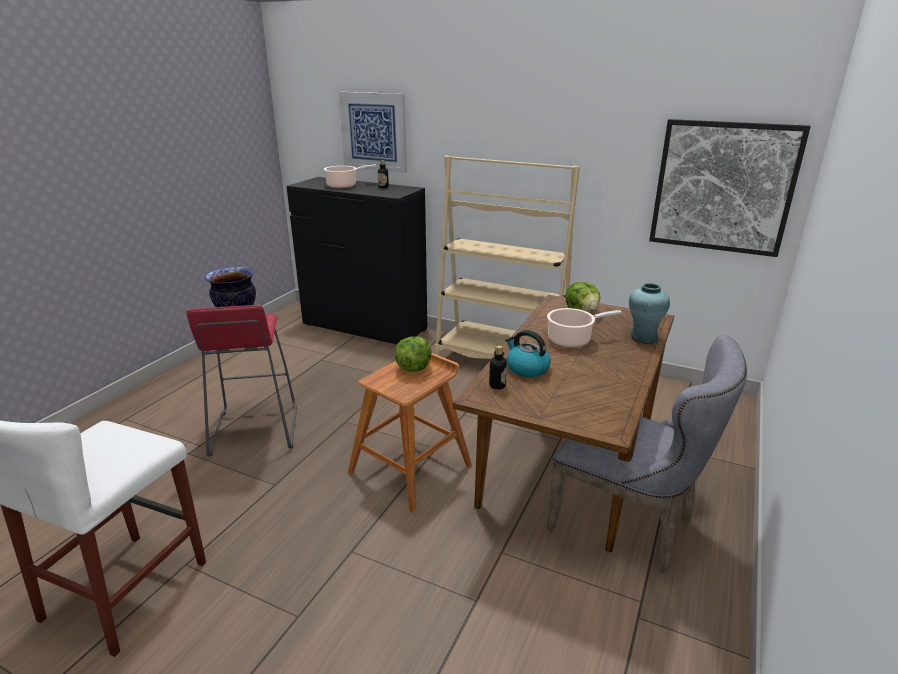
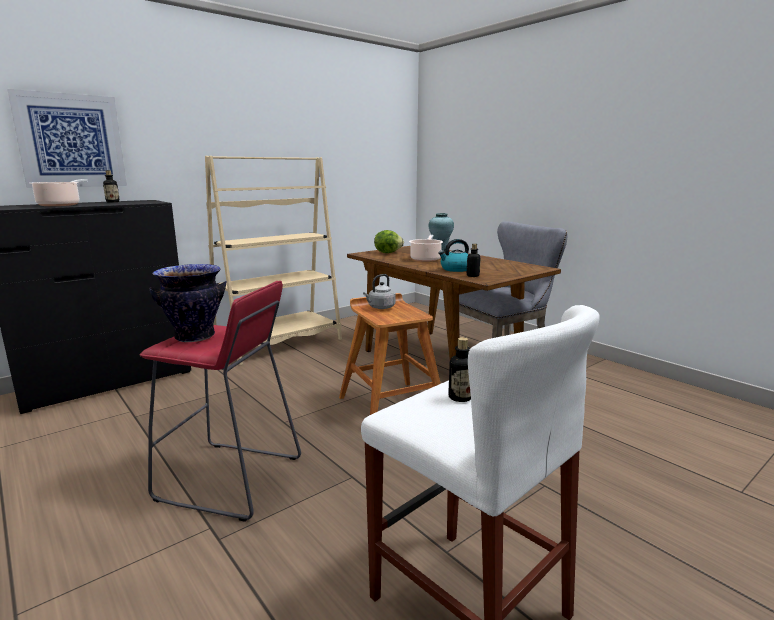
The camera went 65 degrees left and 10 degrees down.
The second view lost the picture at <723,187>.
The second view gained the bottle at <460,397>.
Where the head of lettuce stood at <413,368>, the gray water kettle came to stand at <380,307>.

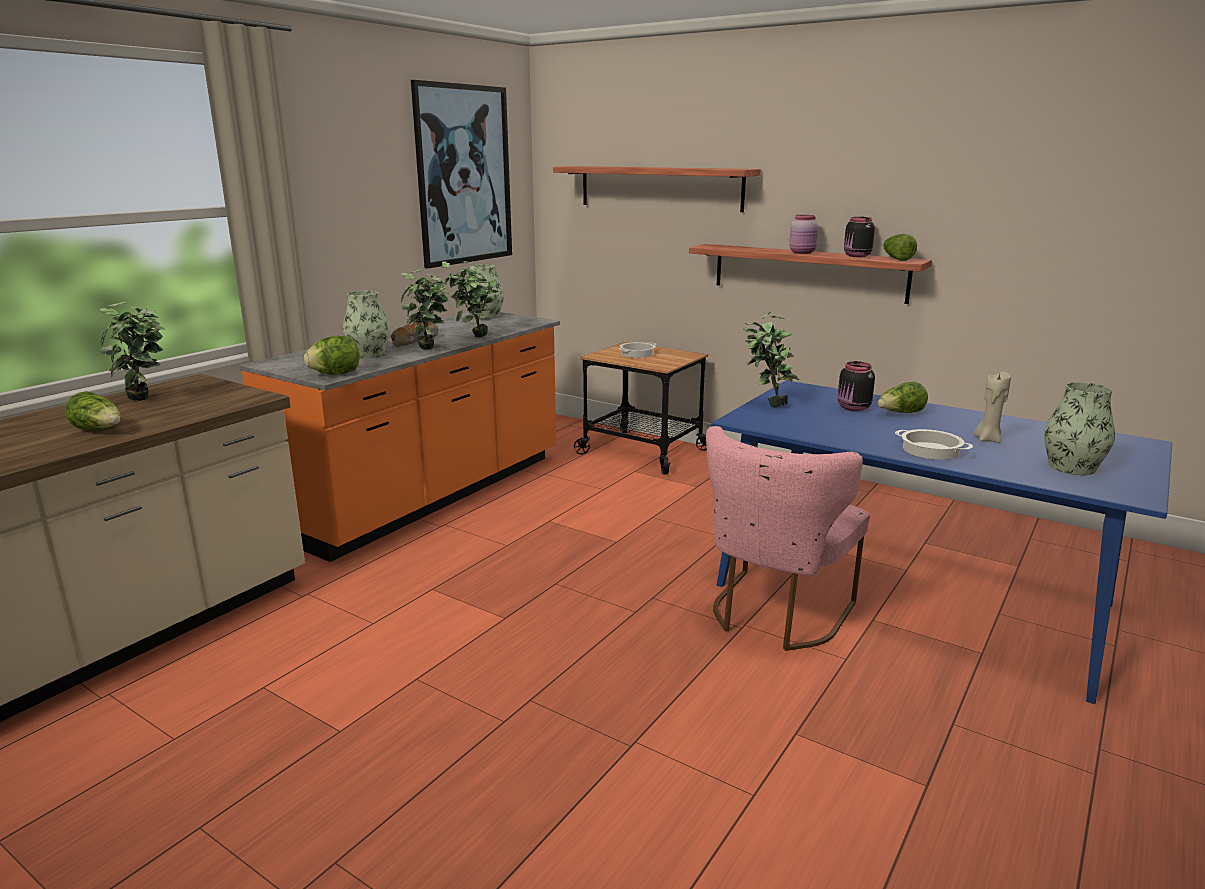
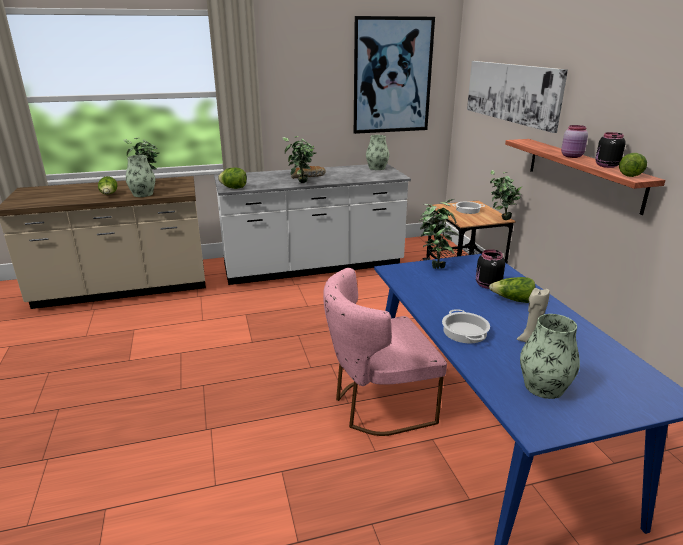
The camera went 40 degrees right and 5 degrees up.
The decorative vase ended up elsewhere, having gone from <368,354> to <143,194>.
The plant in a pot ended up elsewhere, having gone from <473,337> to <500,219>.
Where the shelf hung at <659,188>, the picture came to hang at <511,92>.
What was the orangey counter at <430,495> turned into the white counter at <313,266>.

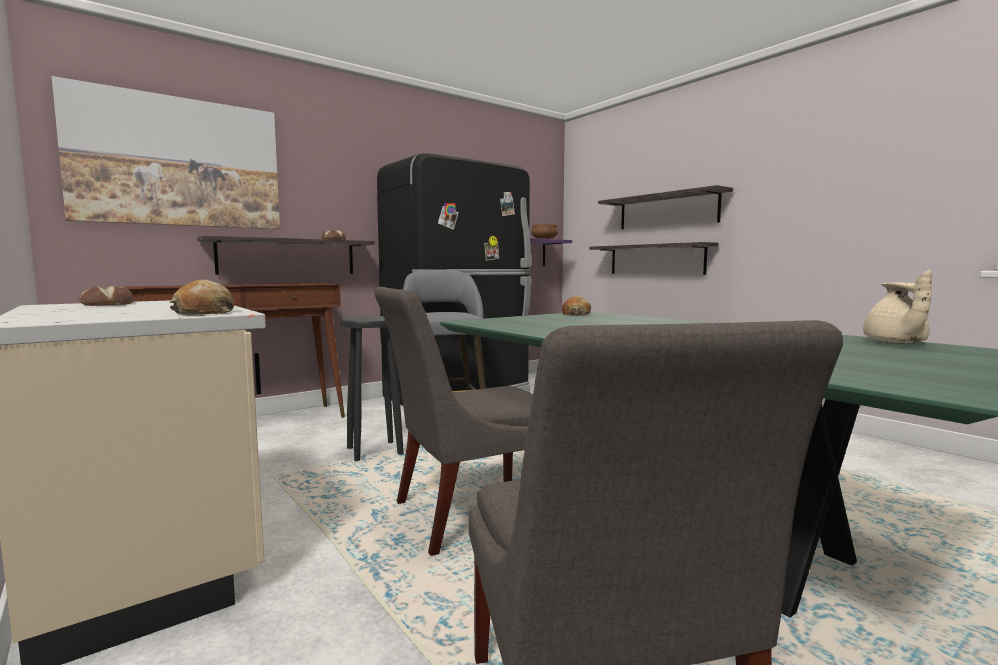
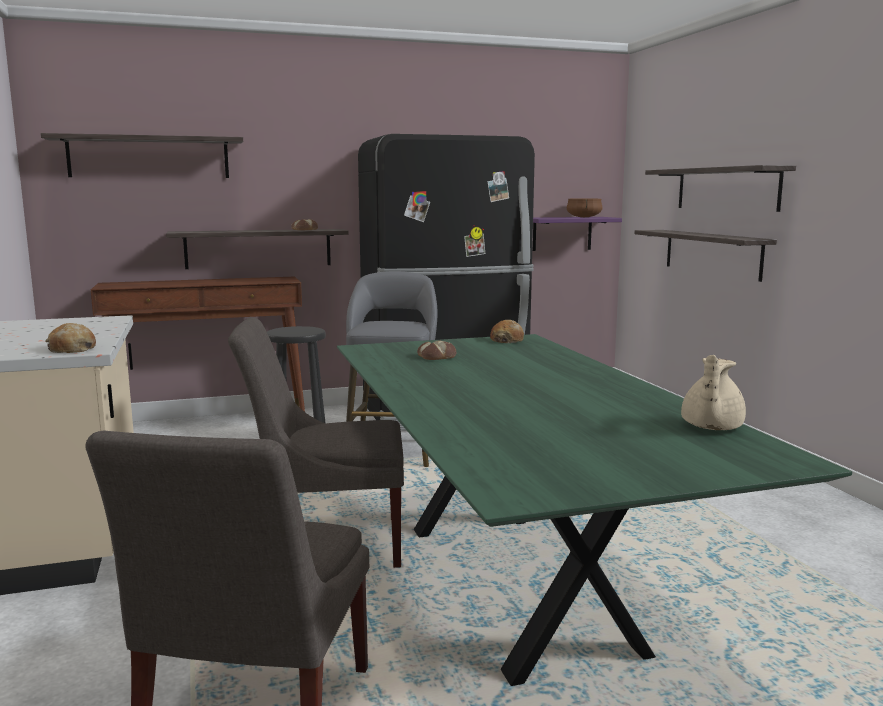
The camera went 20 degrees right and 5 degrees up.
The bread ended up elsewhere, having gone from <107,304> to <436,356>.
Where the picture hung at <178,162>, the shelf came to hang at <149,157>.

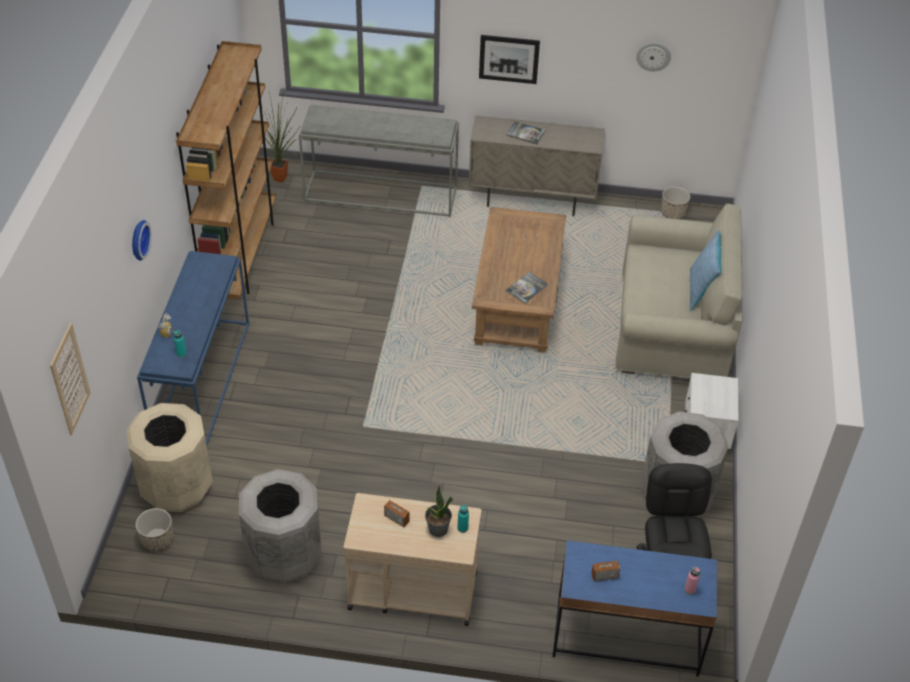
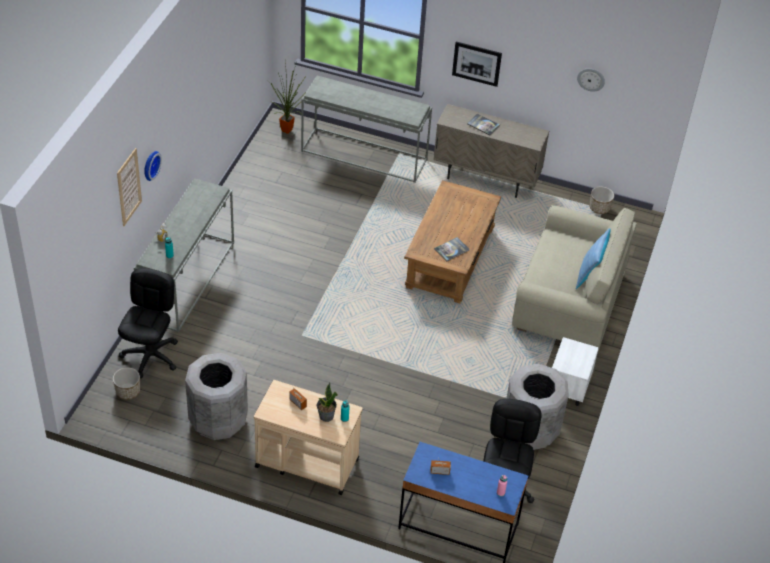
The camera went 10 degrees right and 0 degrees up.
The second view lost the brown bookshelf at <240,255>.
The picture ended up elsewhere, having gone from <70,379> to <129,187>.
Where the sand-coloured trash can stood at <177,487>, the black desk chair came to stand at <151,356>.
What was the blue narrow table at <201,380> turned into the gray narrow table at <187,279>.

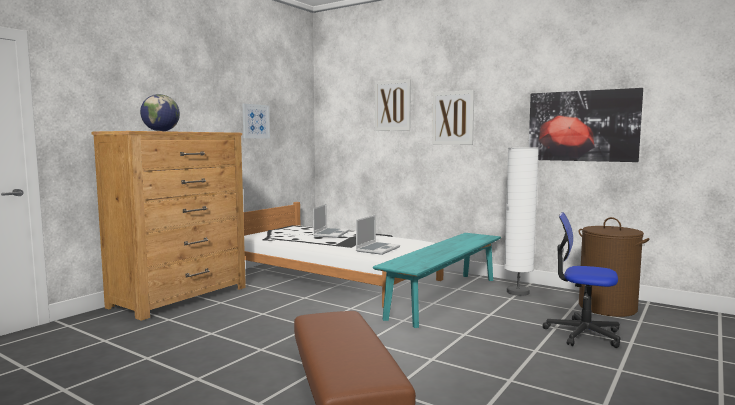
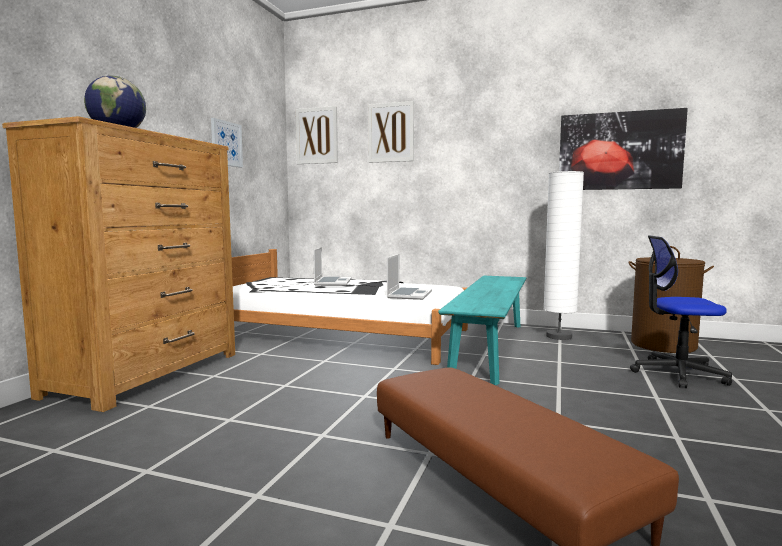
The camera went 15 degrees left and 0 degrees up.
The picture ended up elsewhere, having gone from <453,118> to <317,135>.

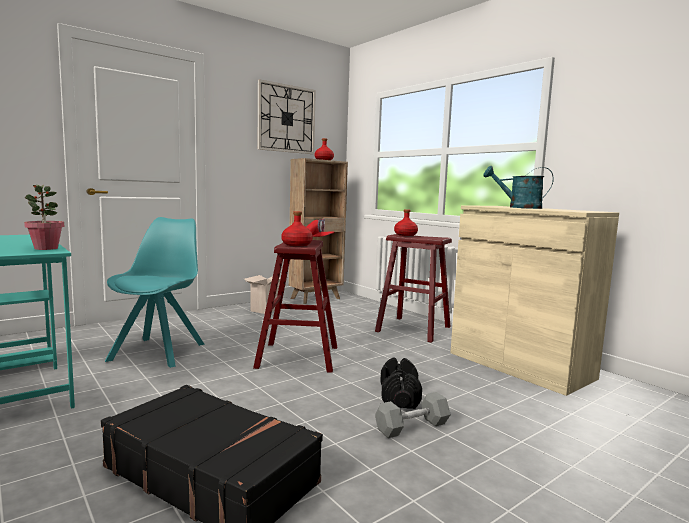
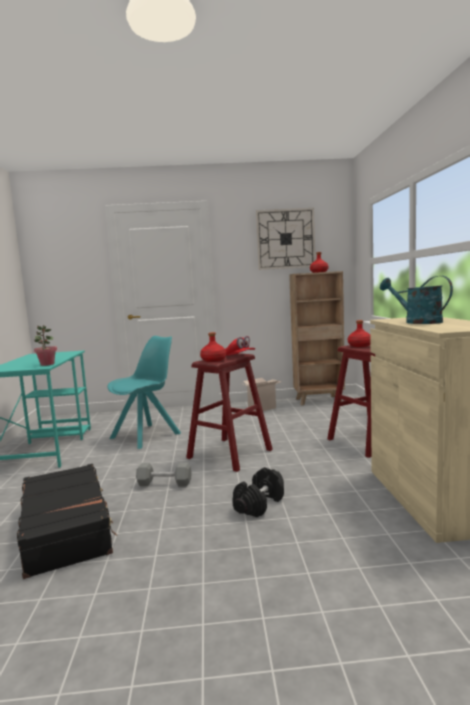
The camera went 35 degrees right and 0 degrees up.
The gray dumbbell ended up elsewhere, having gone from <412,427> to <164,483>.

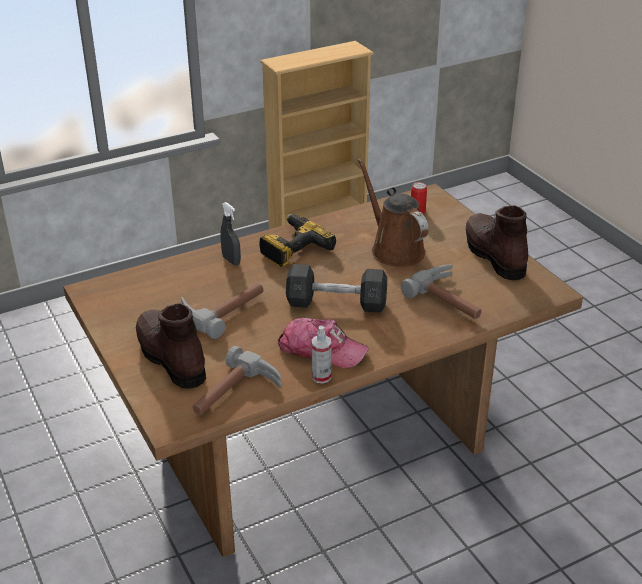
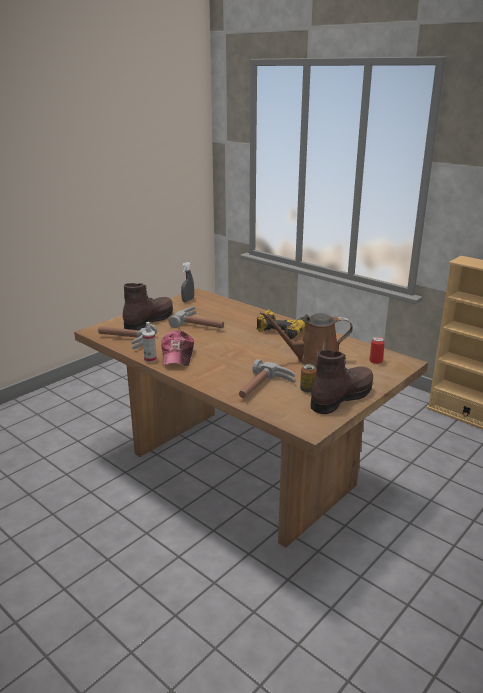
The camera went 70 degrees right and 10 degrees down.
The second view lost the gray dumbbell at <336,303>.
The second view gained the sealed can at <307,390>.
The gray spray bottle ended up elsewhere, having gone from <231,260> to <188,300>.
The brown watering can at <394,249> ended up facing another way, 135 degrees counterclockwise from before.

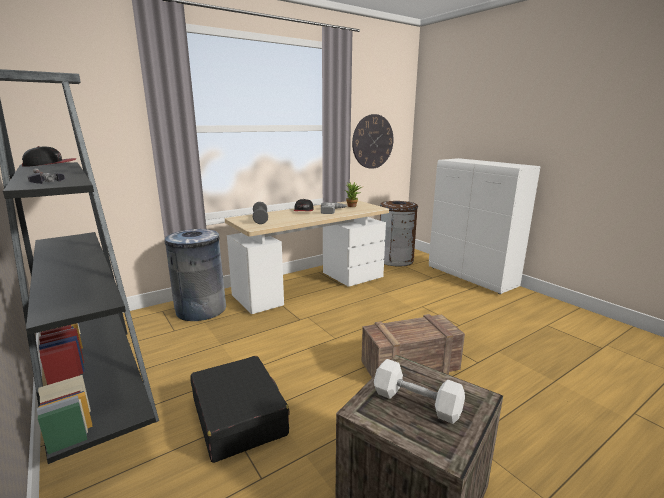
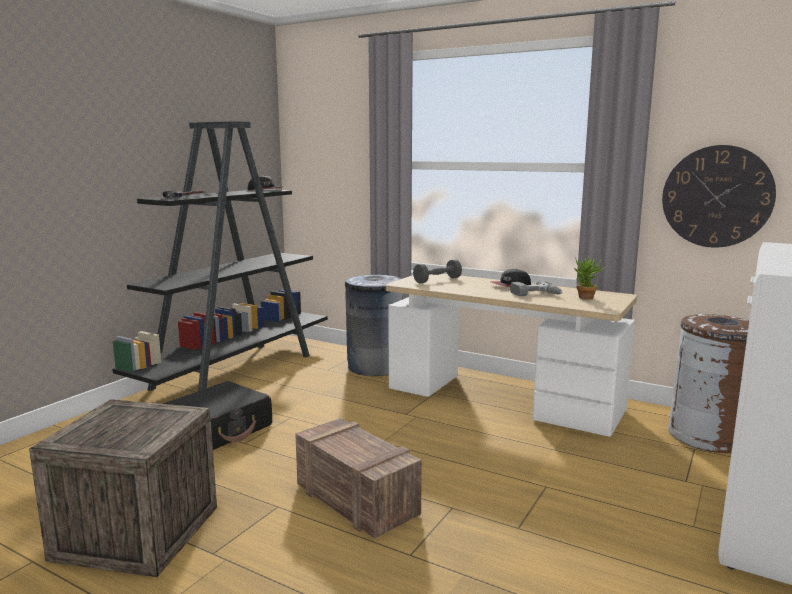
The camera went 65 degrees right and 5 degrees down.
The second view lost the white dumbbell at <416,402>.

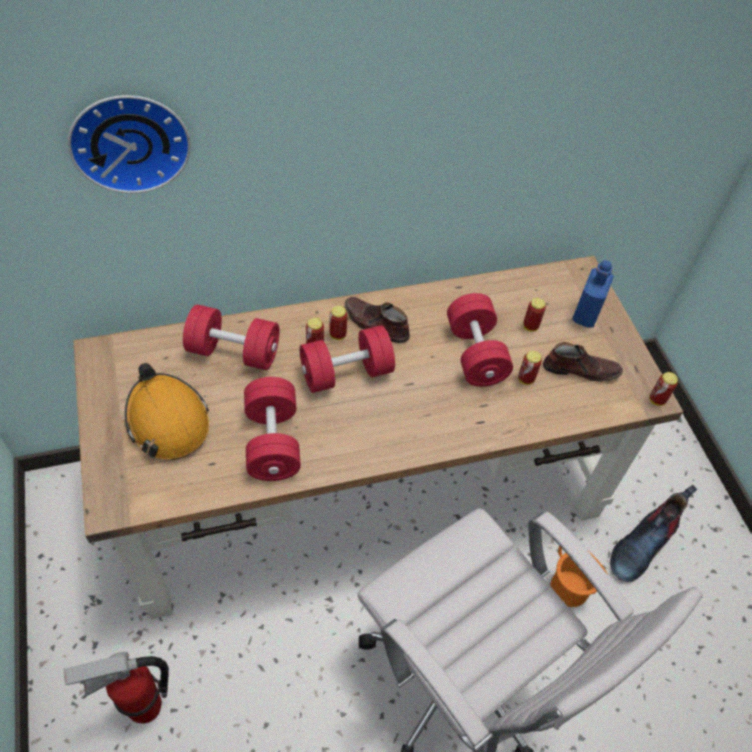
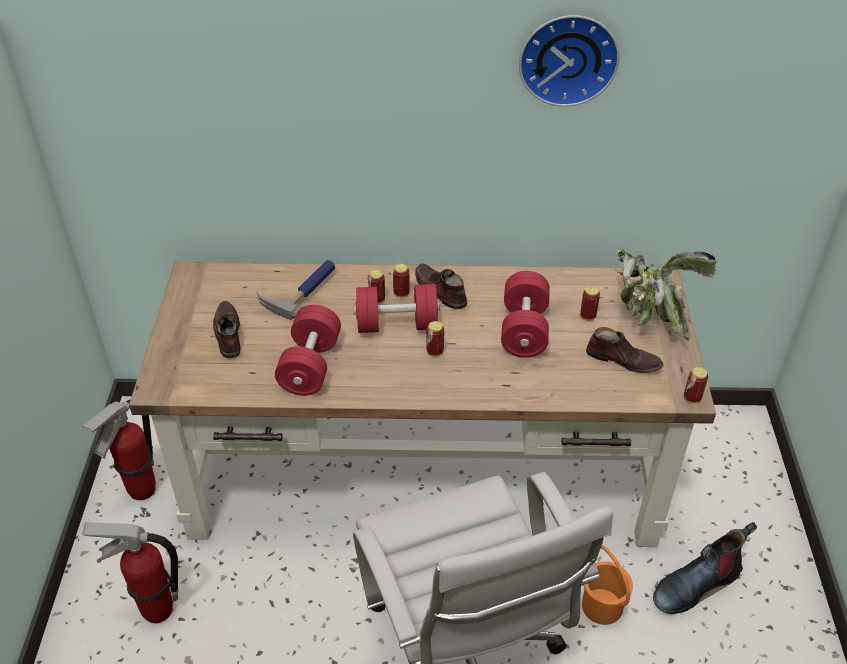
The camera went 20 degrees right and 10 degrees down.
The second view gained the extinguisher at <141,491>.
The wall clock ended up elsewhere, having gone from <129,140> to <568,58>.
The sealed can ended up elsewhere, having gone from <526,379> to <435,352>.
Where the orangey hard hat stood at <167,421>, the brown shoe came to stand at <227,334>.
Where the reddish dumbbell stood at <234,352>, the hammer came to stand at <304,292>.
Where the blue bottle stood at <585,314>, the plant in a pot came to stand at <648,316>.

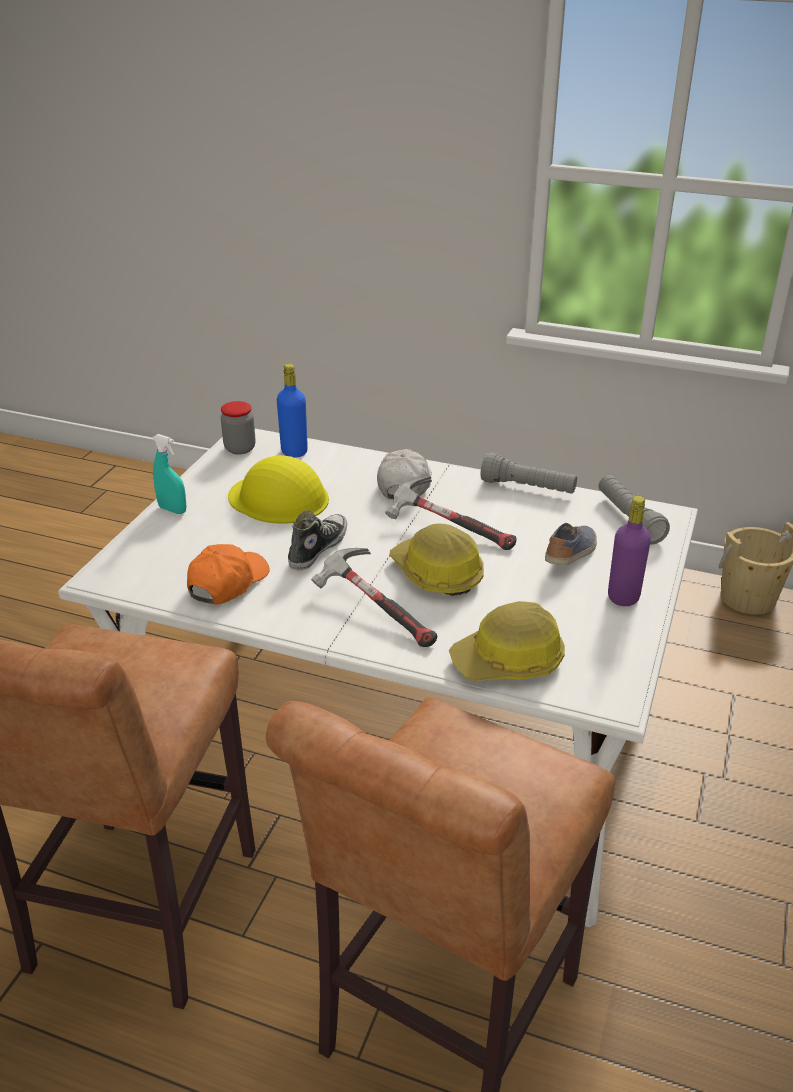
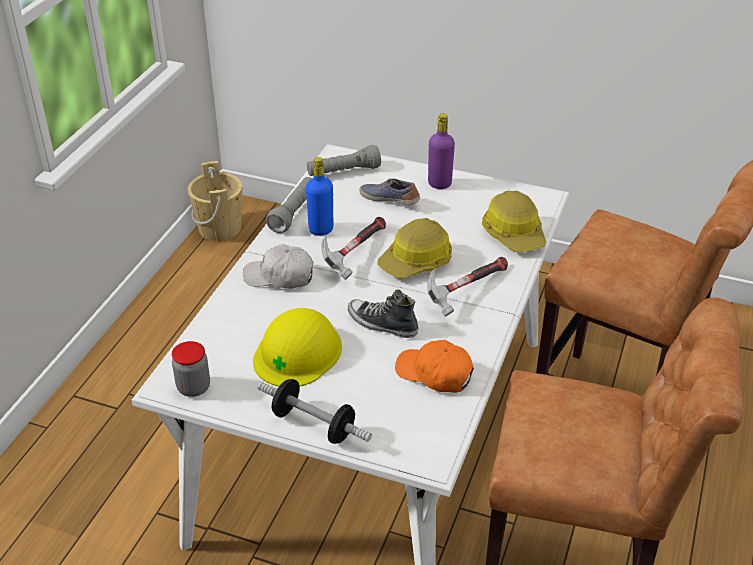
The camera went 90 degrees left and 5 degrees up.
The blue bottle ended up elsewhere, having gone from <294,452> to <321,229>.
Where the turquoise spray bottle stood at <172,510>, the dumbbell came to stand at <314,425>.

